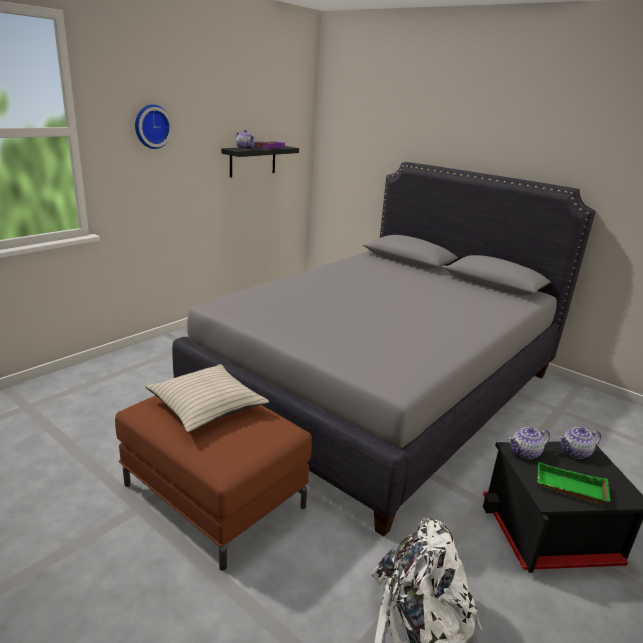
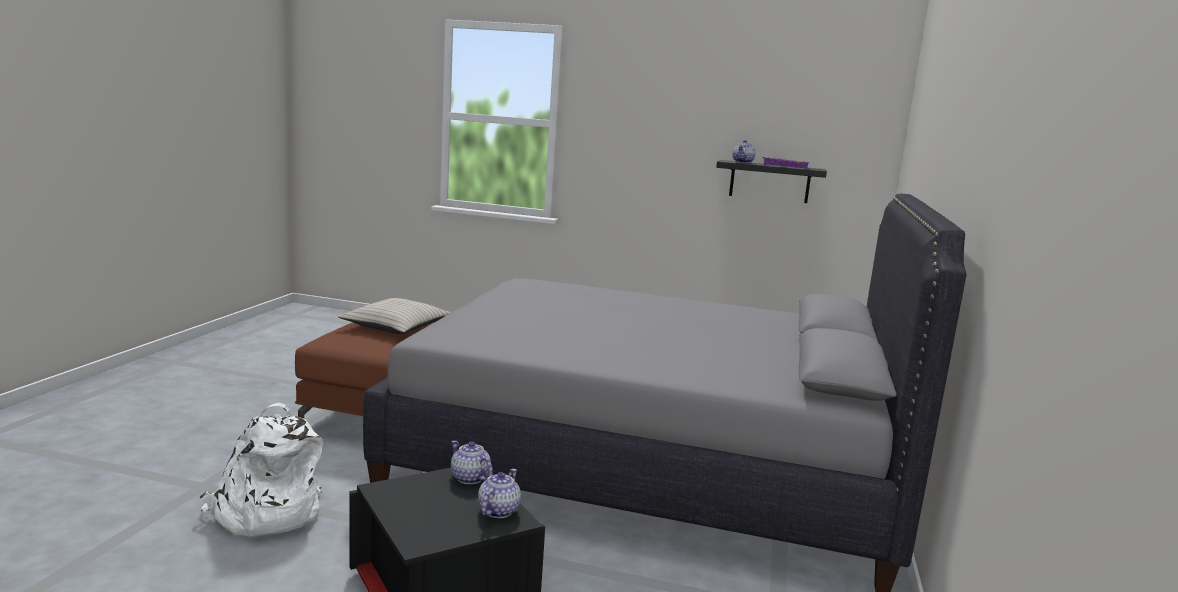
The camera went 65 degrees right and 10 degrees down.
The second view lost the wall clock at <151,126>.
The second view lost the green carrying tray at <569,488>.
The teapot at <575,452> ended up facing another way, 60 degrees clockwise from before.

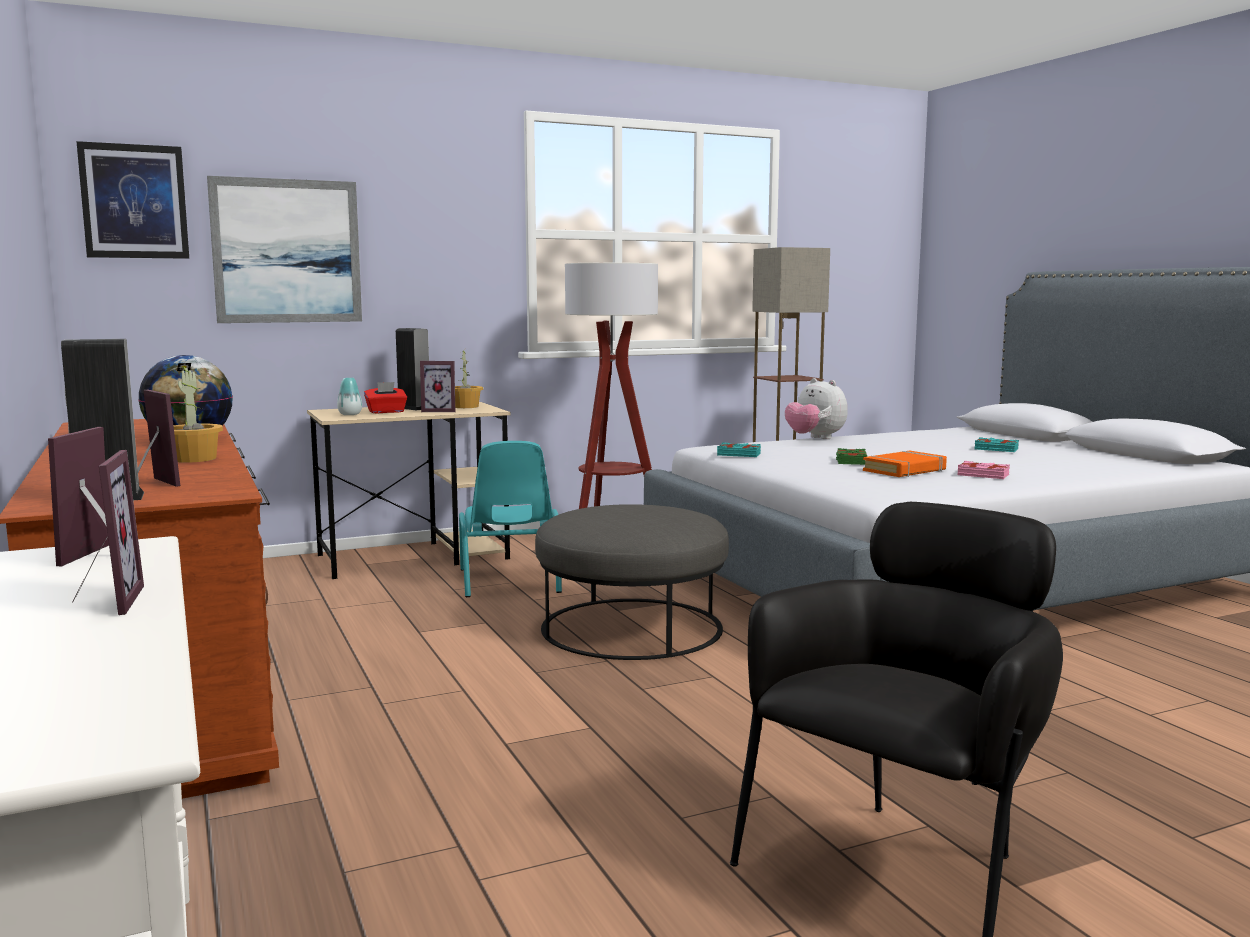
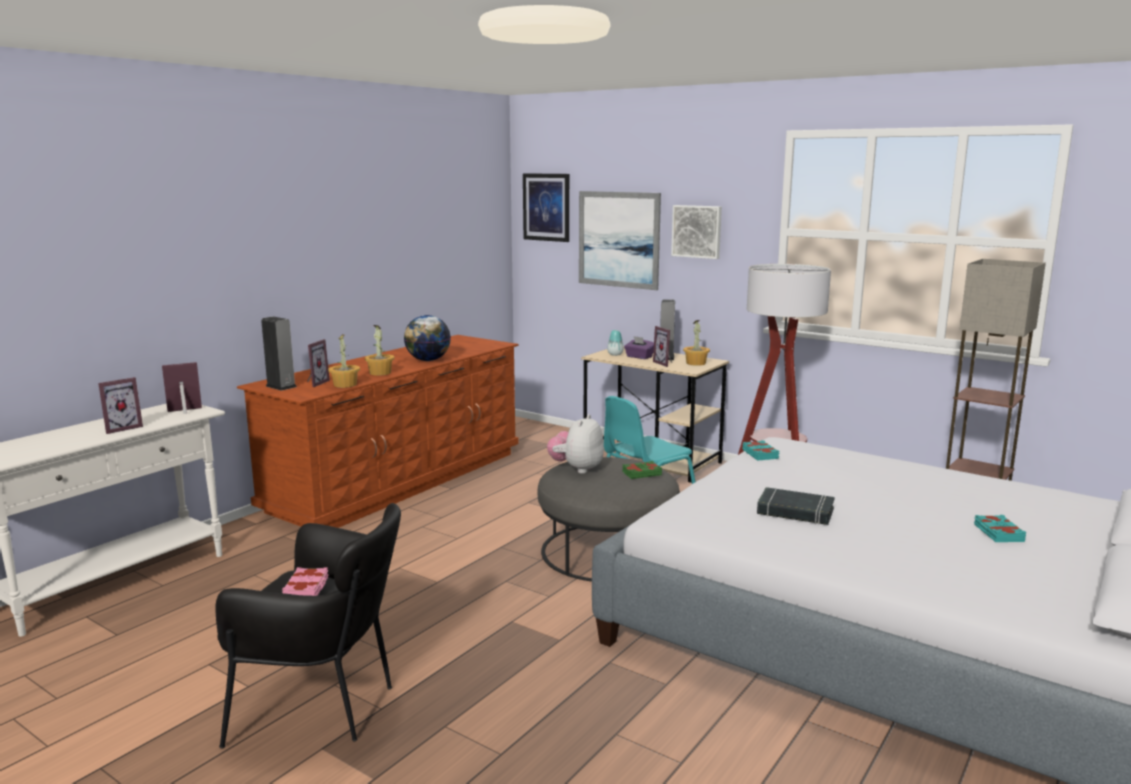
The camera went 60 degrees right and 5 degrees up.
The second view gained the plant in a pot at <345,384>.
The second view gained the picture at <697,231>.
The cuddly toy ended up elsewhere, having gone from <815,438> to <577,469>.
The green volume ended up elsewhere, having gone from <851,461> to <641,473>.
The pink volume ended up elsewhere, having gone from <983,475> to <307,588>.
What was the reddish box of tissues at <386,412> turned into the purple-coloured box of tissues at <639,357>.
What was the orangey volume at <905,470> turned into the black volume at <795,512>.

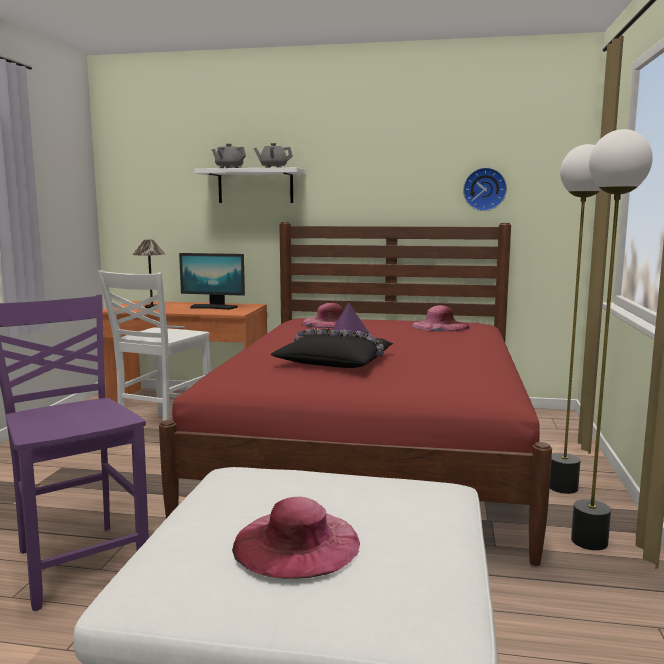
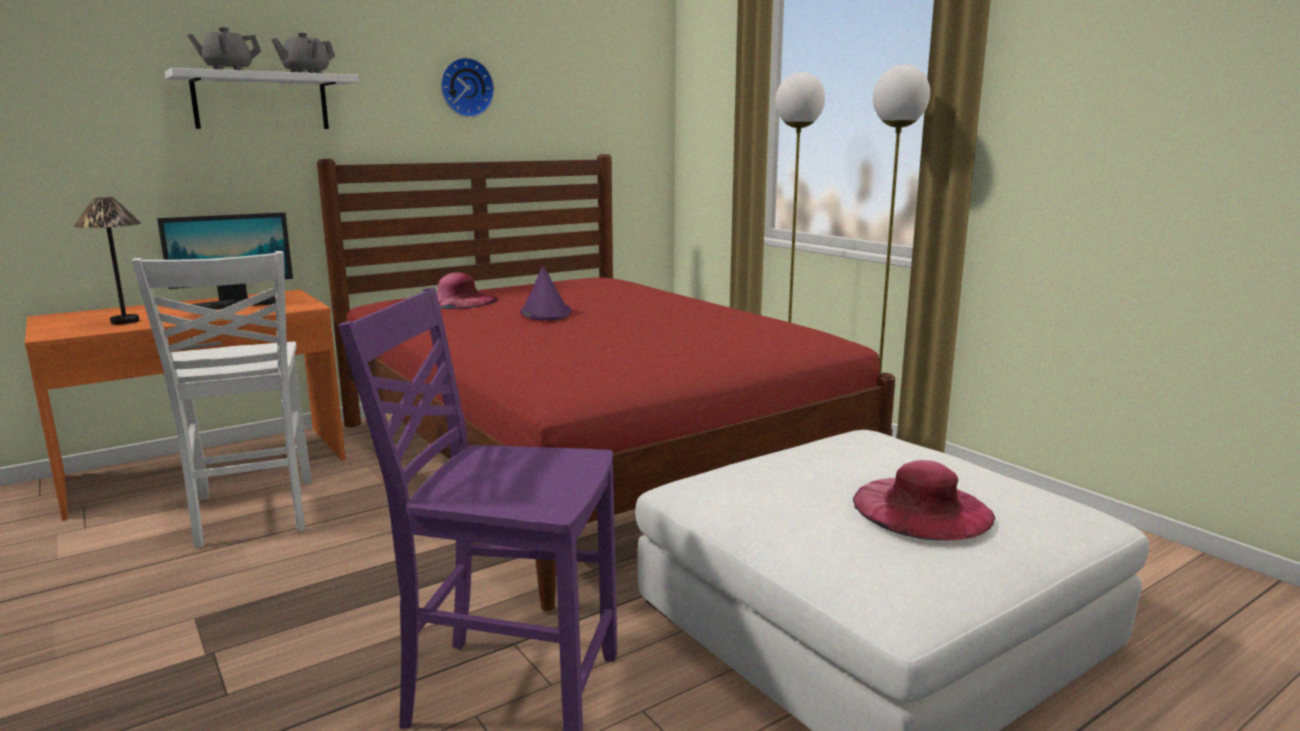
The camera went 45 degrees left and 5 degrees up.
The second view lost the black throw pillow at <336,361>.
The second view lost the pink clothing hat at <440,326>.
The wall clock ended up elsewhere, having gone from <484,189> to <465,87>.

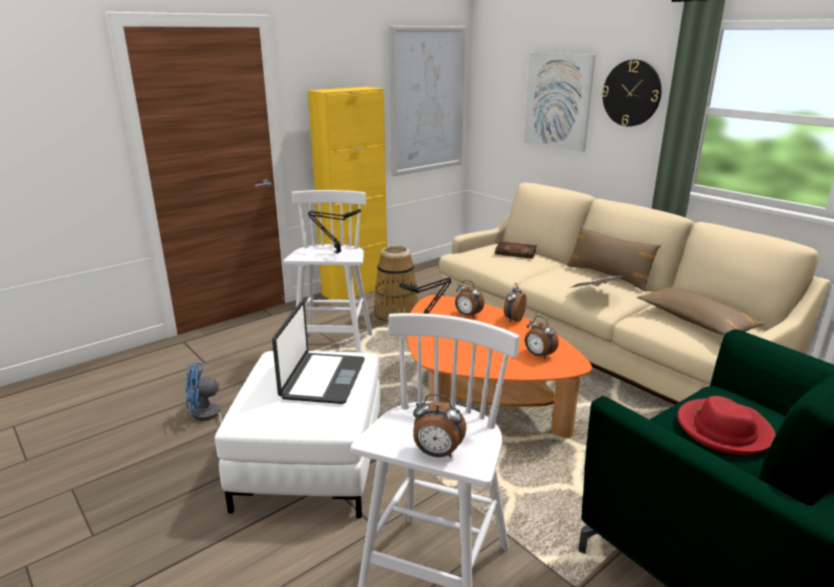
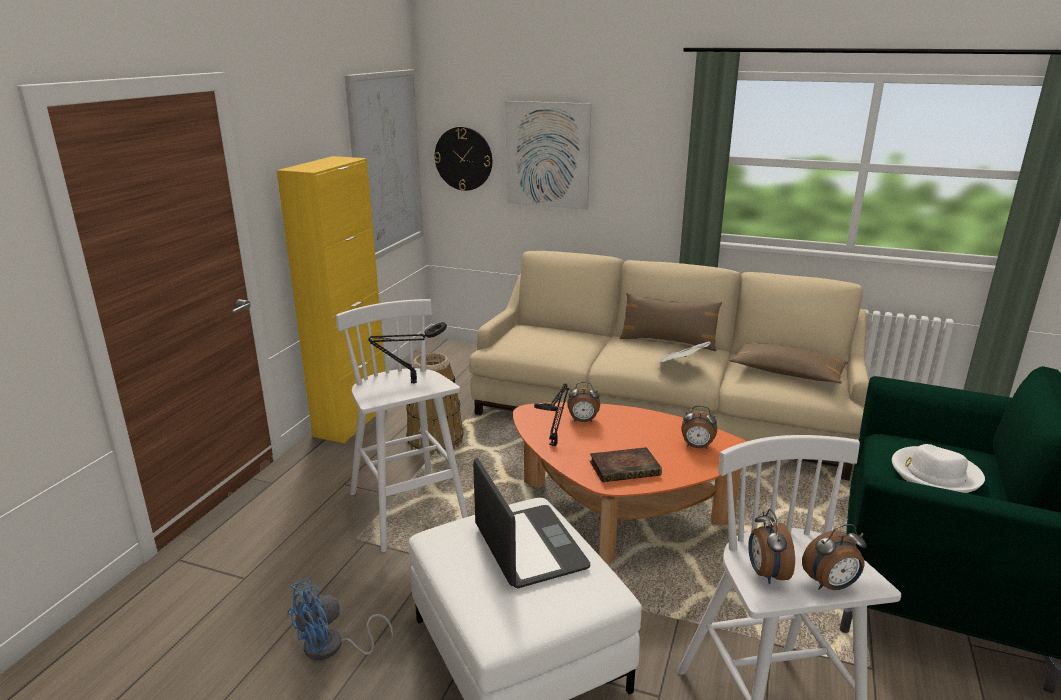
The camera went 30 degrees left and 0 degrees up.
The volume ended up elsewhere, having gone from <516,253> to <626,468>.
The bedside clock ended up elsewhere, having gone from <513,319> to <766,573>.
The wall clock ended up elsewhere, having gone from <631,93> to <463,158>.
What was the reddish clothing hat at <723,430> turned into the white clothing hat at <934,473>.

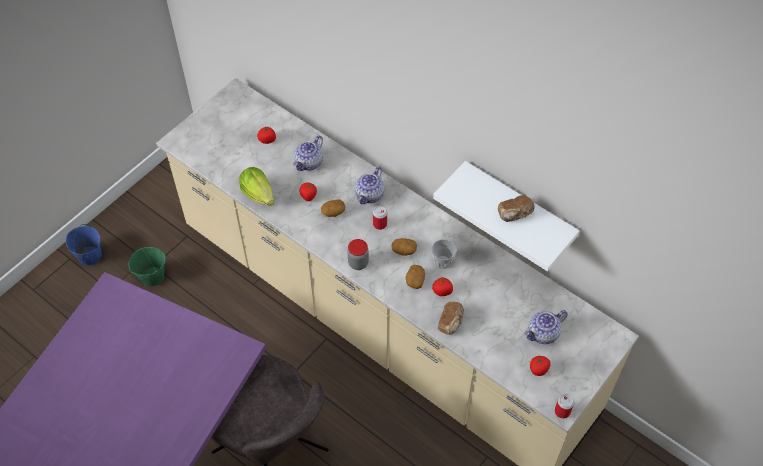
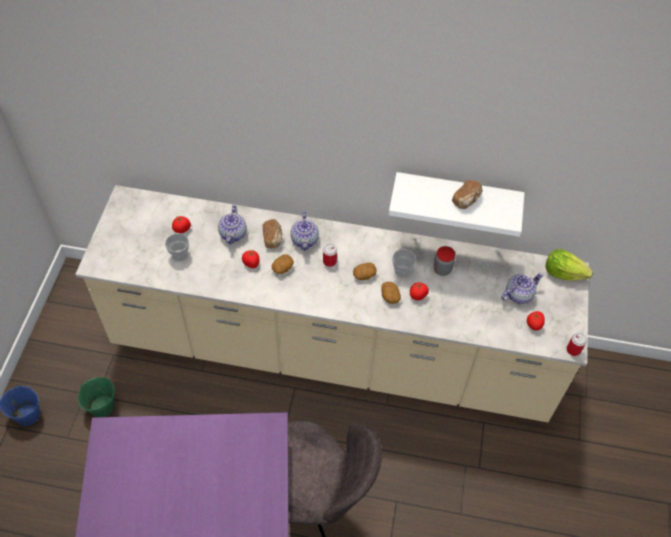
The camera went 30 degrees left and 0 degrees up.
The second view gained the small cup at <179,254>.
The head of lettuce ended up elsewhere, having gone from <258,194> to <563,273>.
The preserve jar ended up elsewhere, having gone from <358,263> to <442,269>.
The bread ended up elsewhere, having gone from <451,322> to <273,238>.
The teapot at <543,334> ended up facing another way, 150 degrees counterclockwise from before.

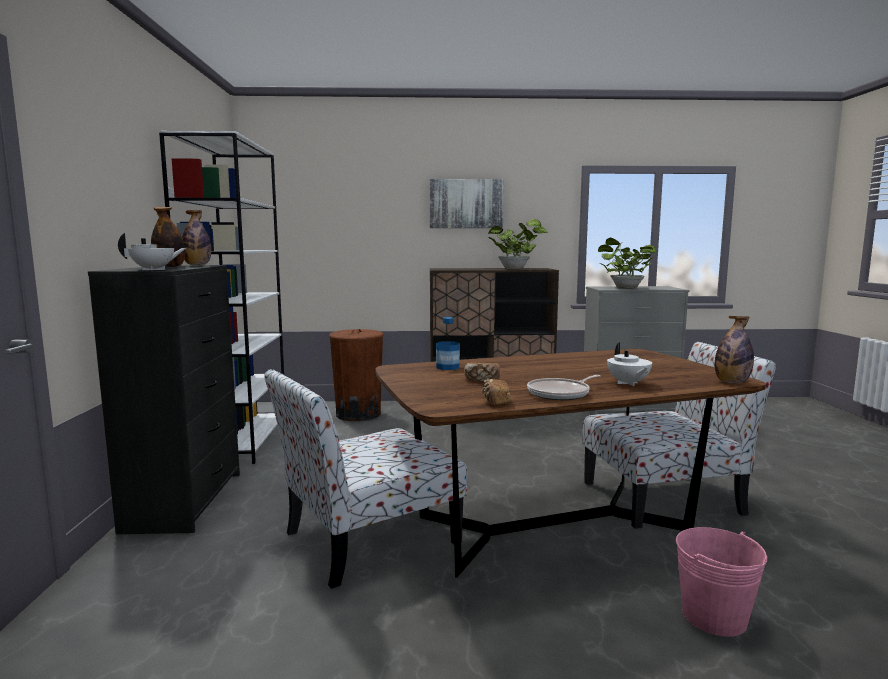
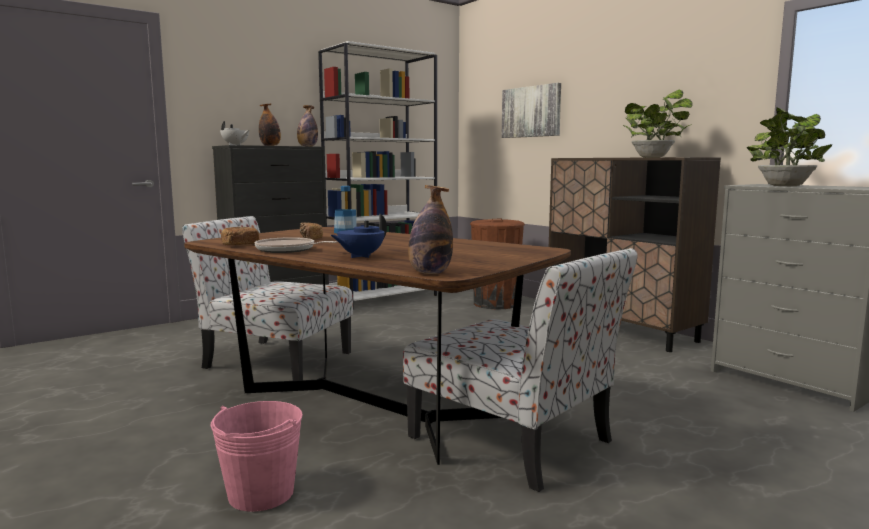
The camera went 55 degrees right and 0 degrees up.
The picture ended up elsewhere, having gone from <466,204> to <531,112>.
What was the white teapot at <628,383> turned into the blue teapot at <360,256>.

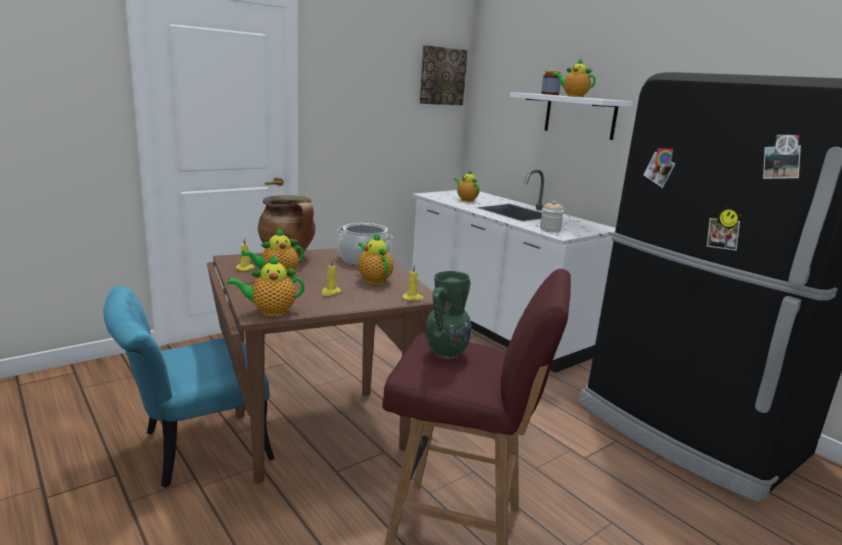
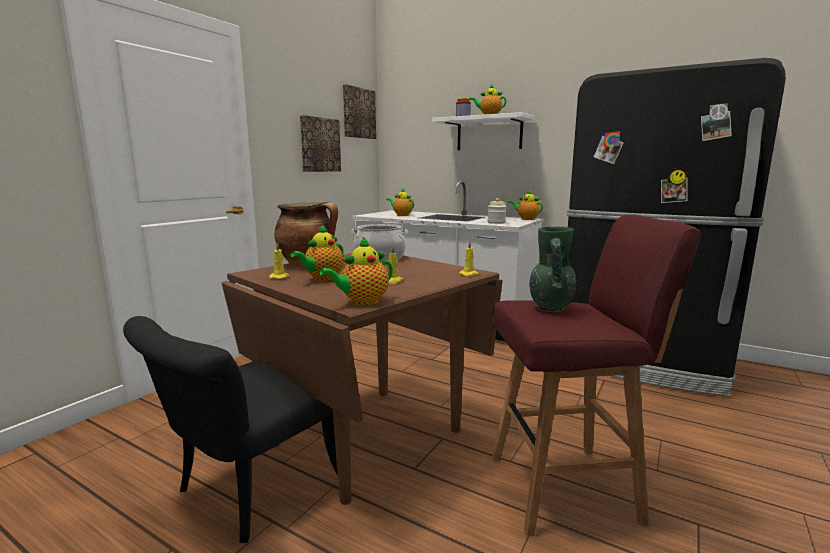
The camera went 20 degrees left and 5 degrees down.
The second view gained the picture at <319,145>.
The teapot ended up elsewhere, having gone from <373,280> to <526,219>.
What was the turquoise plain chair at <192,449> turned into the black plain chair at <247,492>.

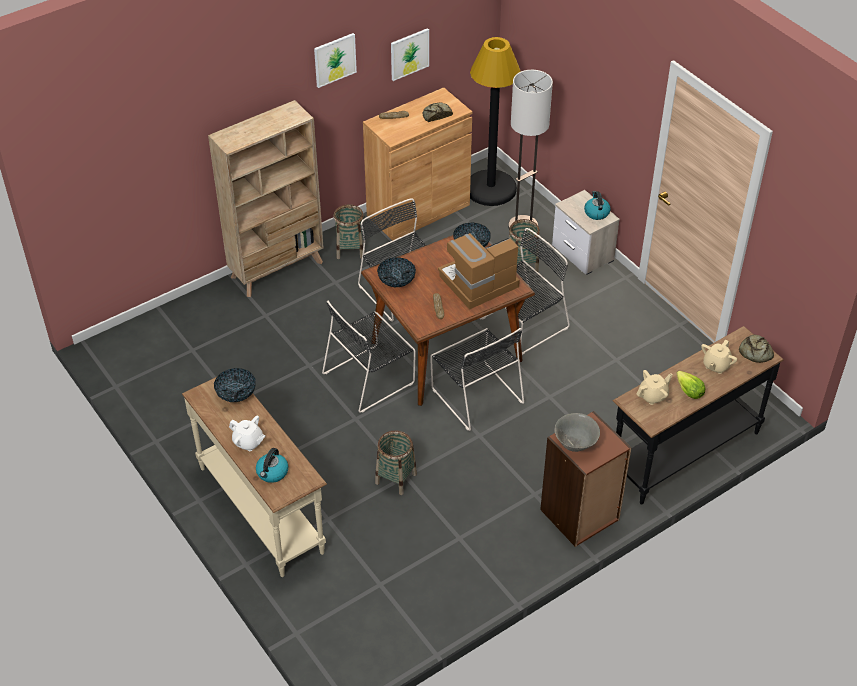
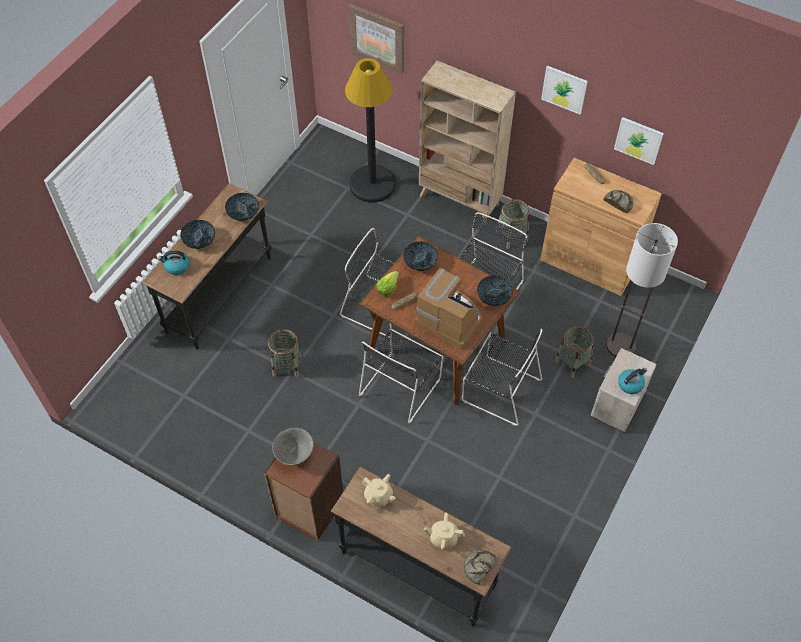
The camera went 65 degrees right and 10 degrees up.
The second view gained the picture at <377,38>.
The black standing lamp ended up elsewhere, having gone from <491,189> to <372,184>.
The head of lettuce ended up elsewhere, having gone from <688,391> to <387,288>.
Where the white teapot stood at <248,442>, the serving bowl came to stand at <199,240>.
What was the sand-coloured narrow table at <262,509> turned into the black narrow table at <220,295>.

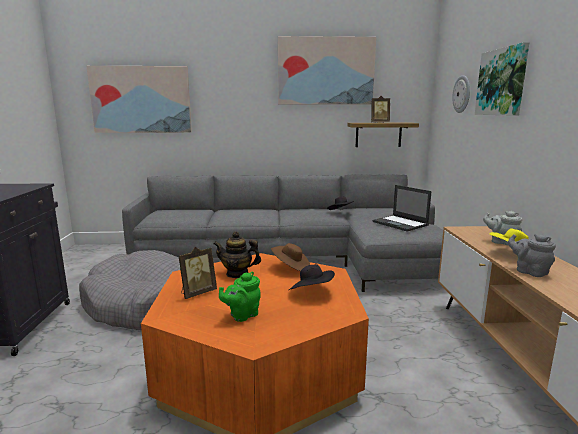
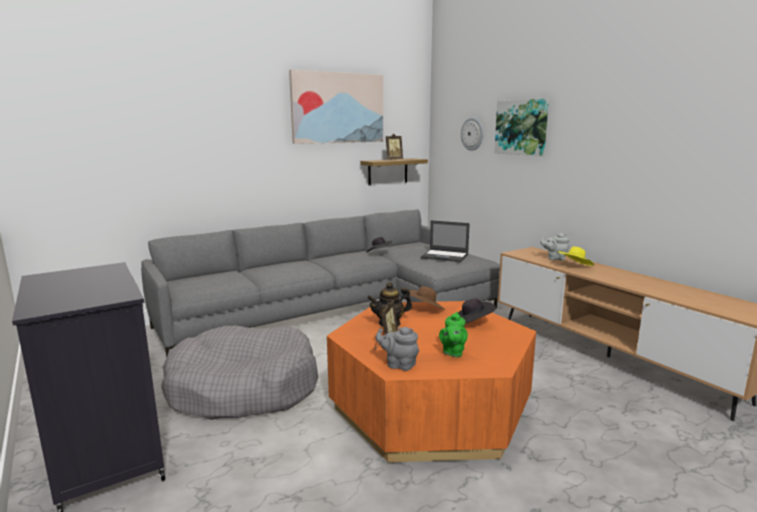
The camera went 30 degrees left and 0 degrees up.
The second view lost the picture at <141,100>.
The gray teapot ended up elsewhere, having gone from <529,271> to <399,364>.

